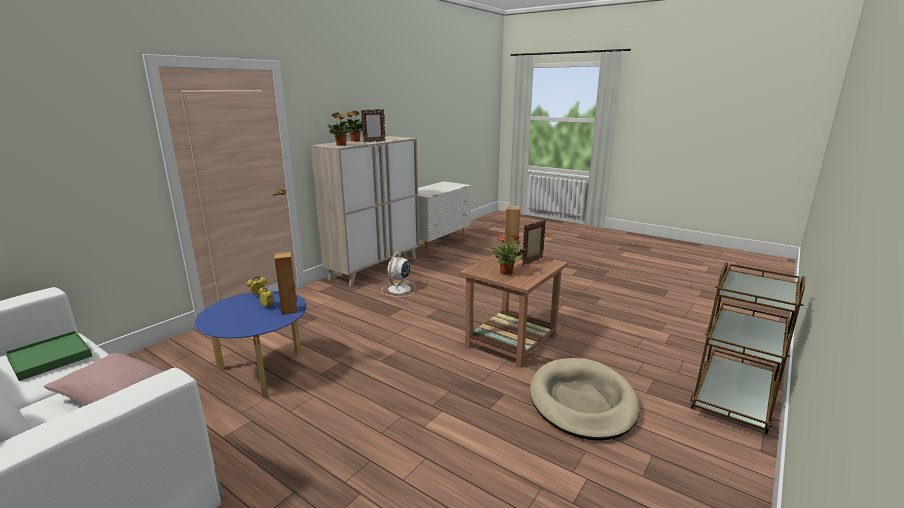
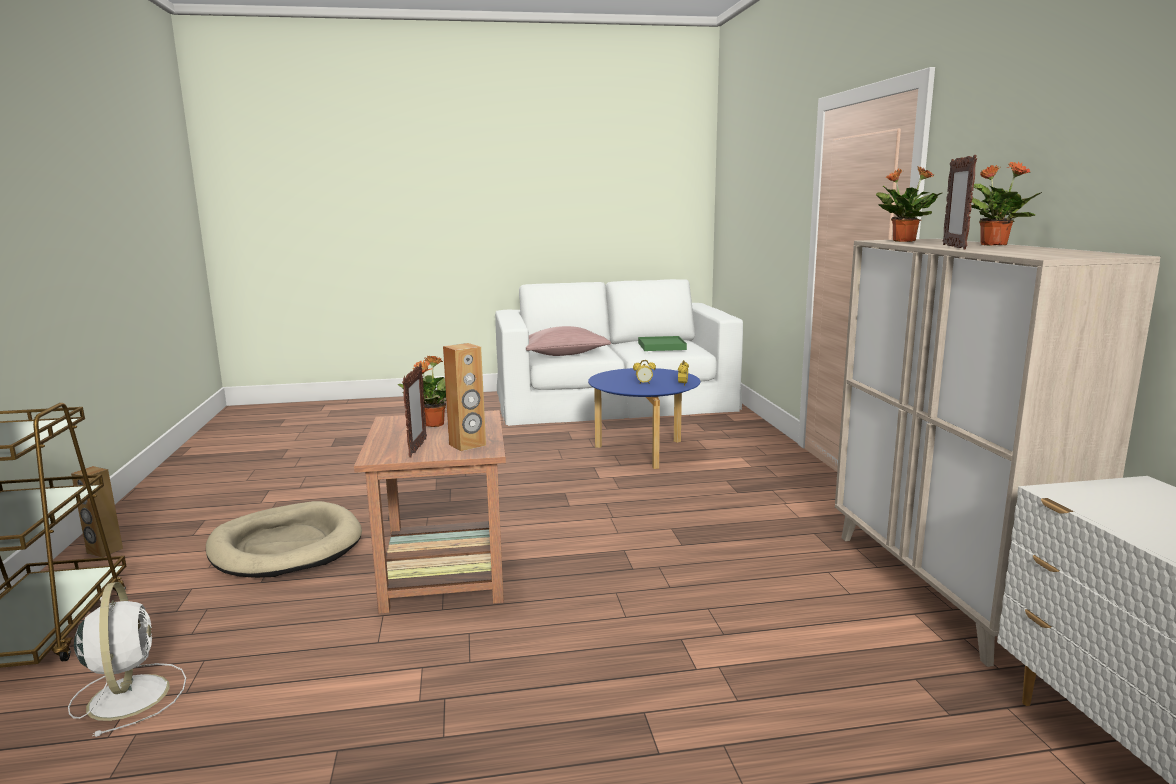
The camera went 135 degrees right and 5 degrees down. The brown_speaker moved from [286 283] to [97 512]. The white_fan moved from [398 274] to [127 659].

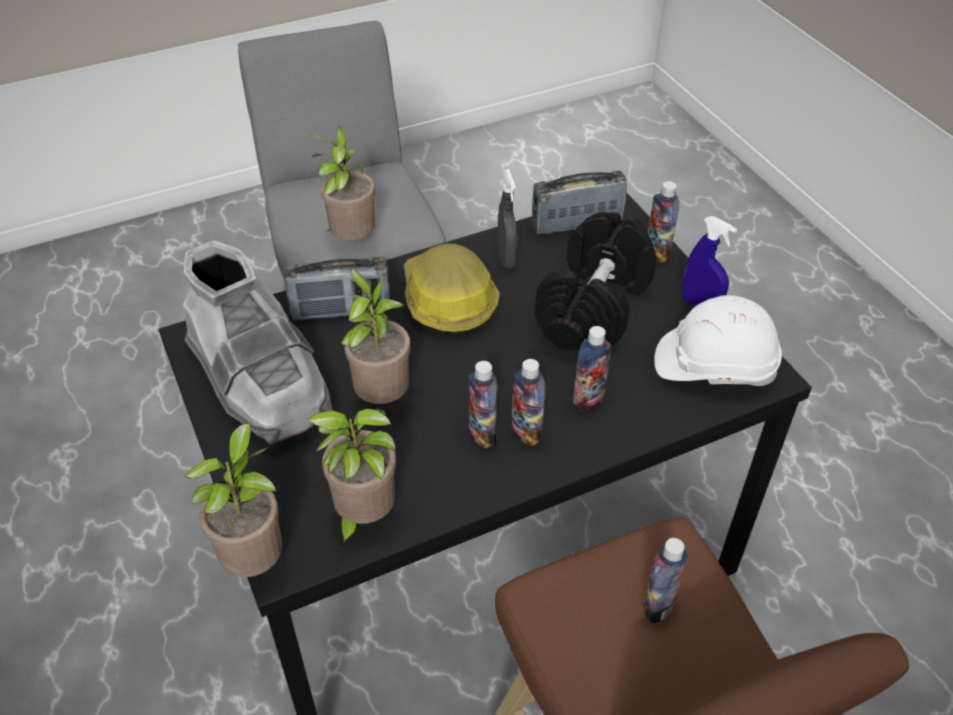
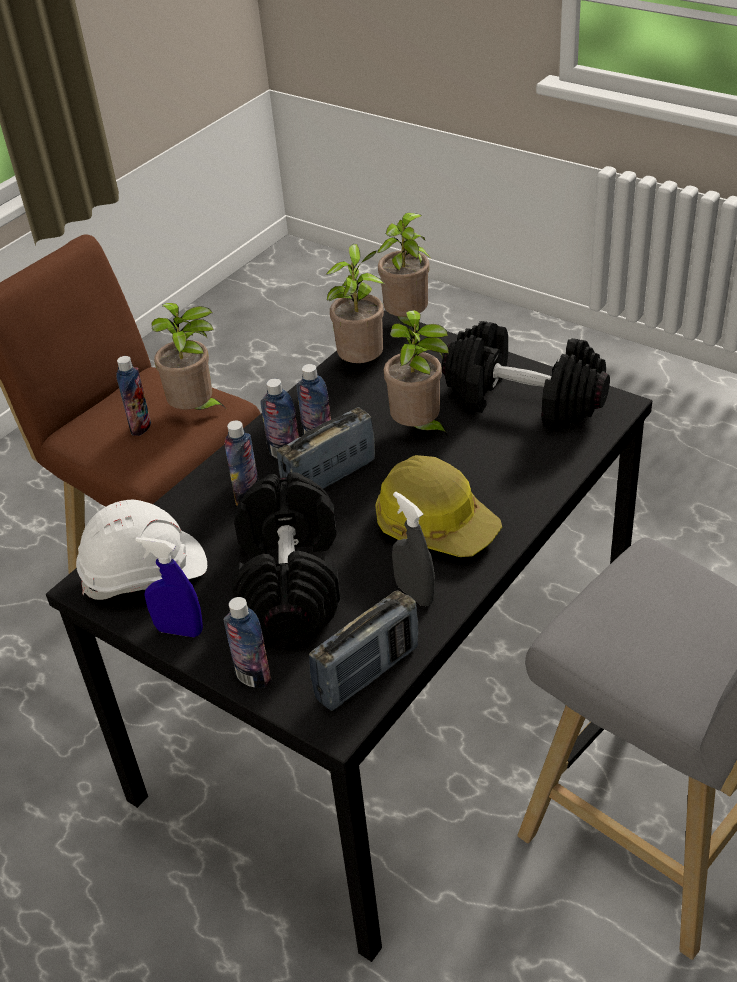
The camera went 155 degrees right and 5 degrees down. The radio moved from [337 288] to [326 448]. The potted_plant moved from [343 183] to [188 356]. The grey_boot at [257 342] was replaced by the black_dumbbell at [526 375].

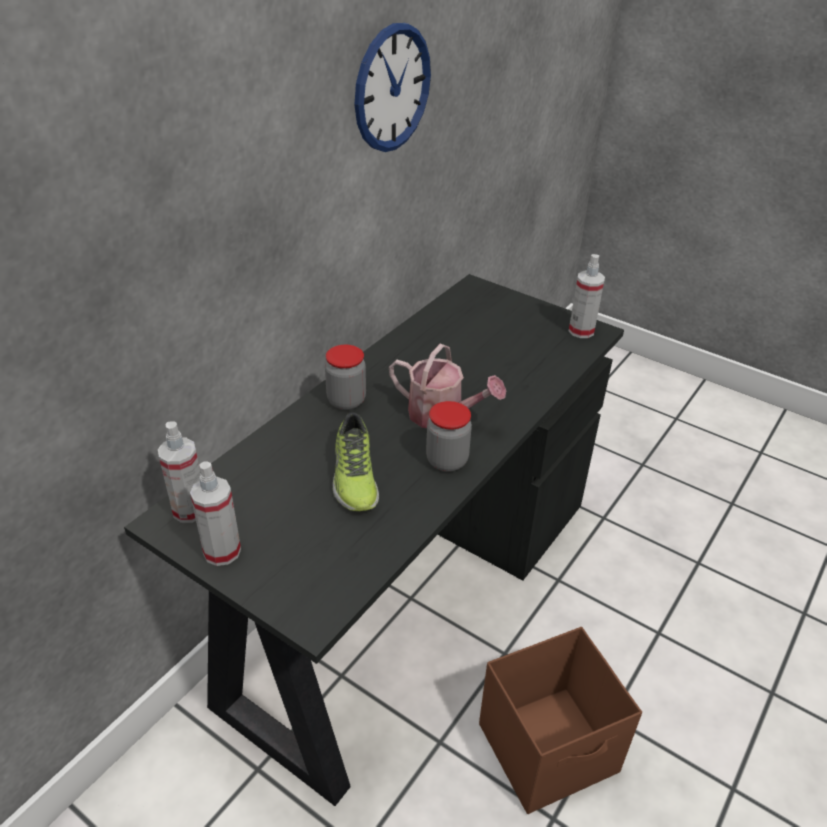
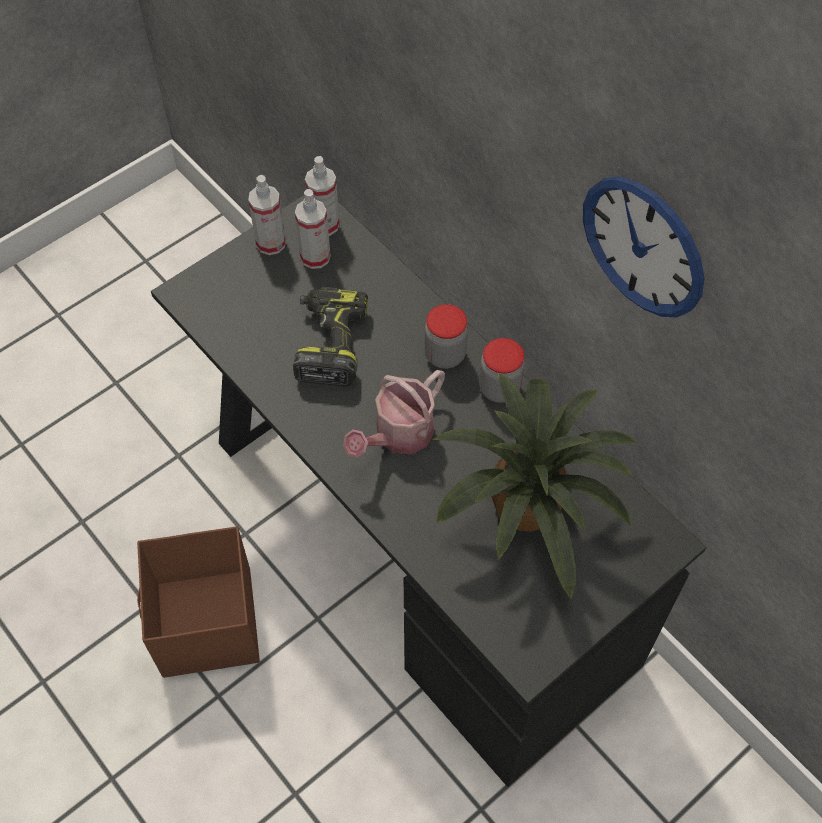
The camera went 105 degrees right and 20 degrees up. The potted_plant at [535 486] appeared. The jar moved from [449 436] to [502 370]. The spray_bottle moved from [587 296] to [313 229]. The shoe at [356 461] was replaced by the power_drill at [330 336].

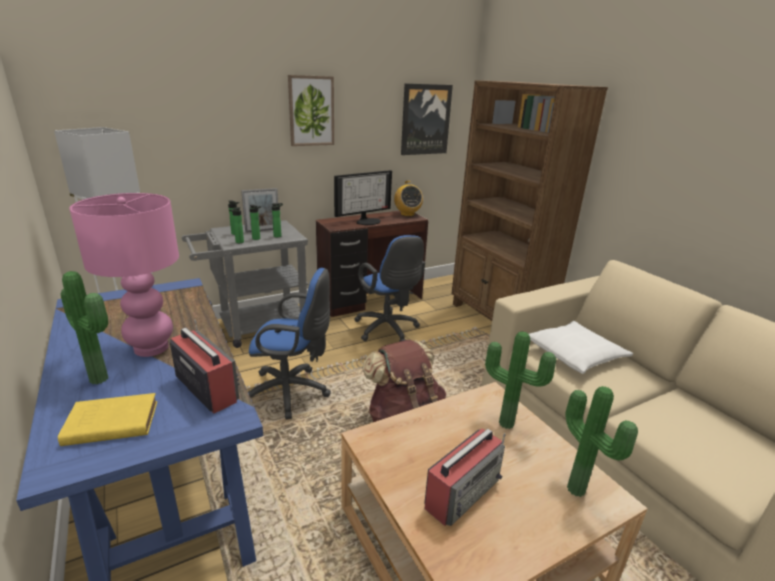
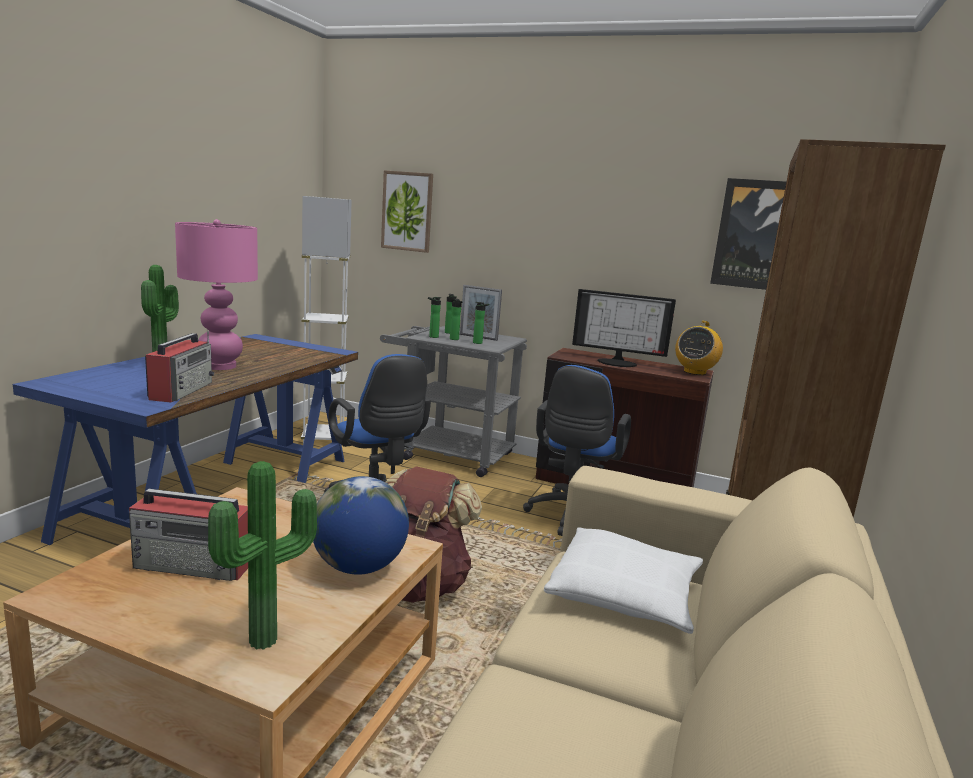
The camera went 50 degrees right and 10 degrees down. The yellow_book at [107 419] disappeared. The picture moved from [311 110] to [407 211]. The potted_plant at [520 380] was replaced by the globe at [361 525].

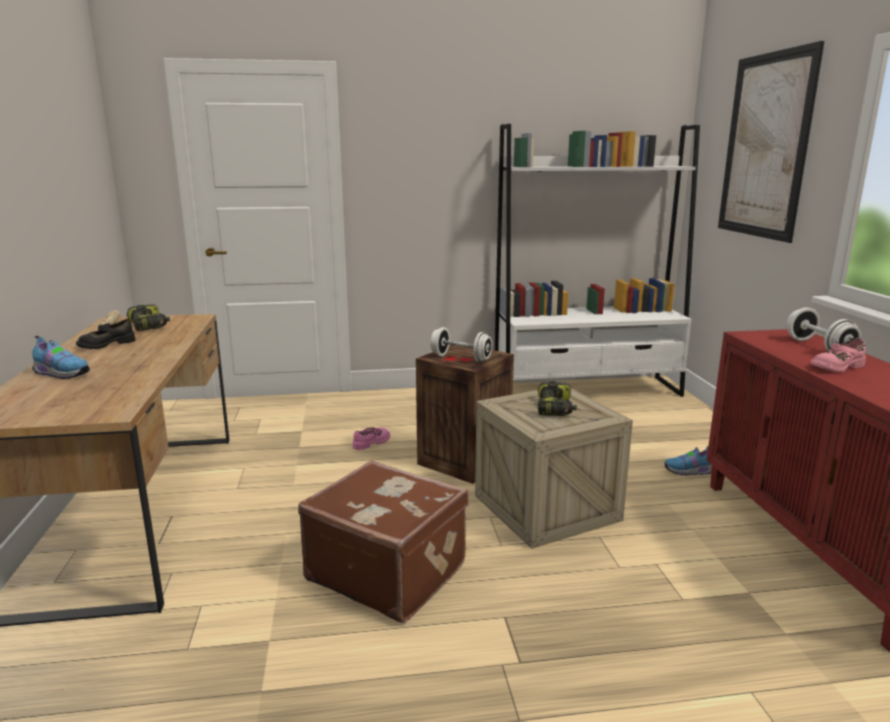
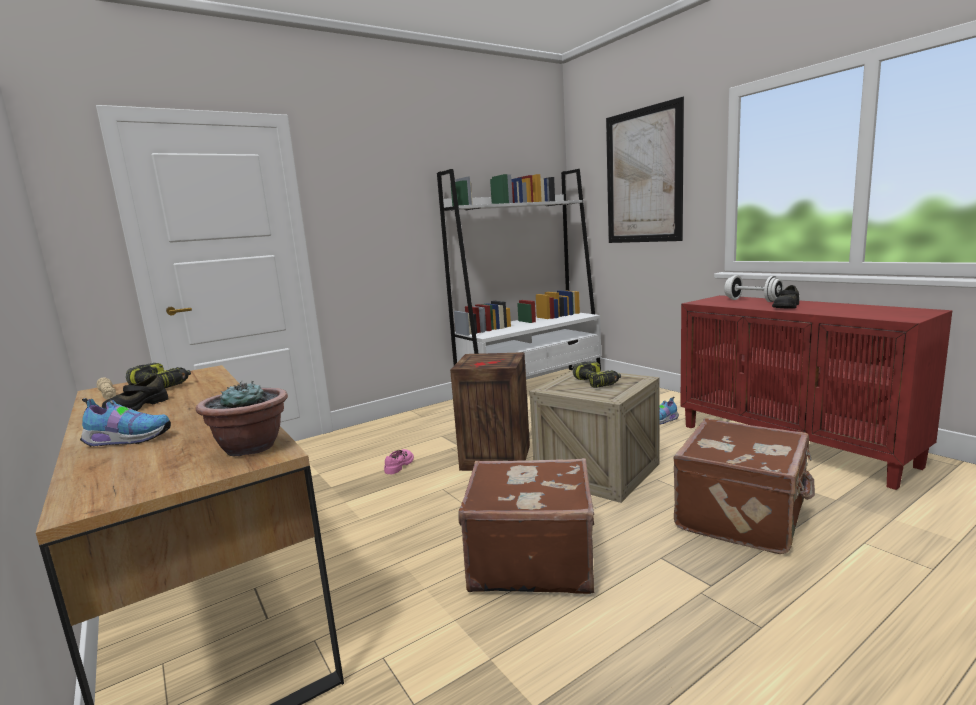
The camera went 25 degrees left and 5 degrees down. The white_dumbbell at [461 344] disappeared. The potted_plant at [242 418] appeared. The brown_suitcase at [744 486] appeared. The pink_shoe at [838 355] became the black_shoe at [785 297].

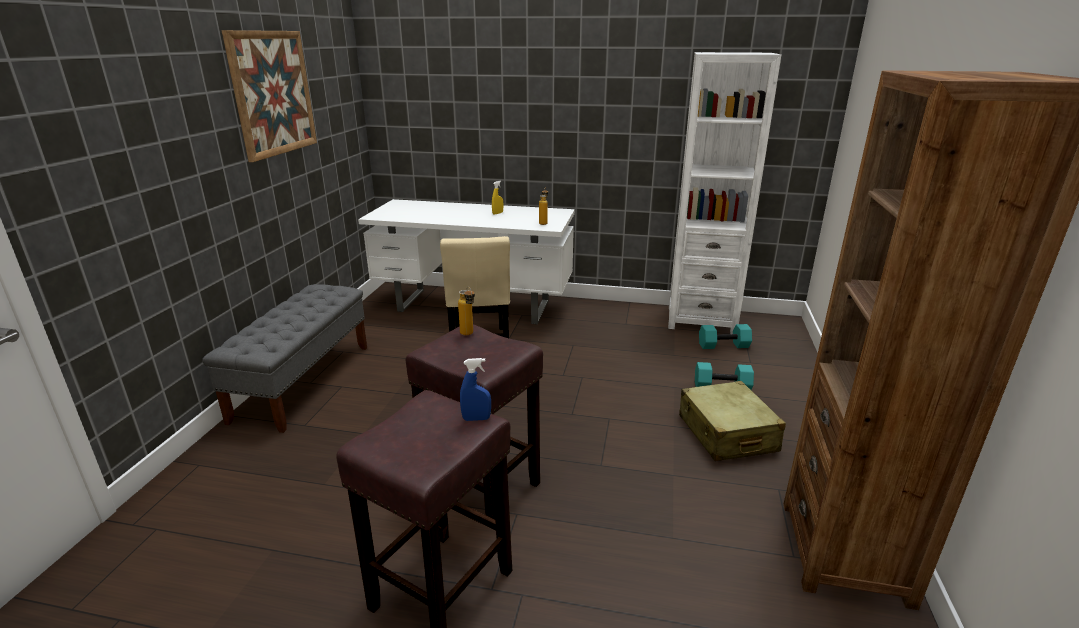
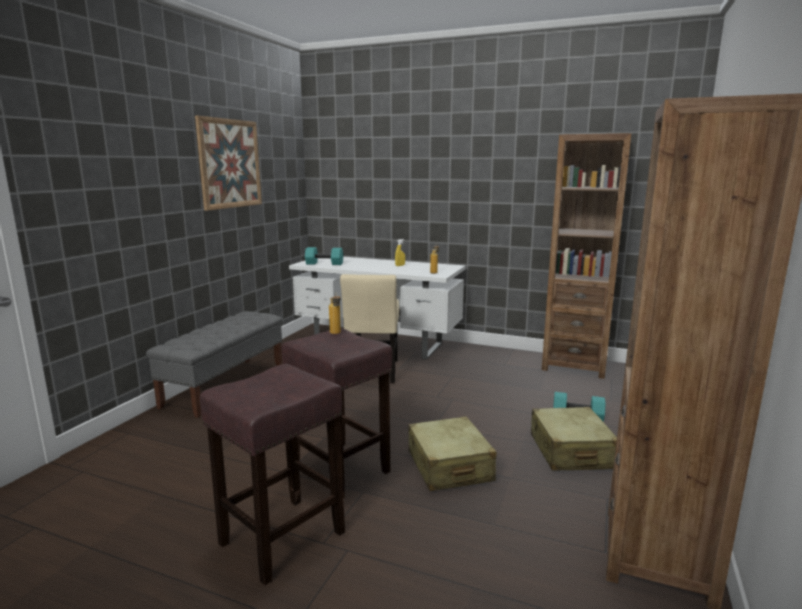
The camera went 10 degrees right and 10 degrees down. The blue_spray_bottle at [475 389] disappeared. The beige_suitcase at [452 453] appeared. The turquoise_dumbbell moved from [725 336] to [324 256]. The white_bookcase at [724 193] became the brown_bookcase at [586 256].

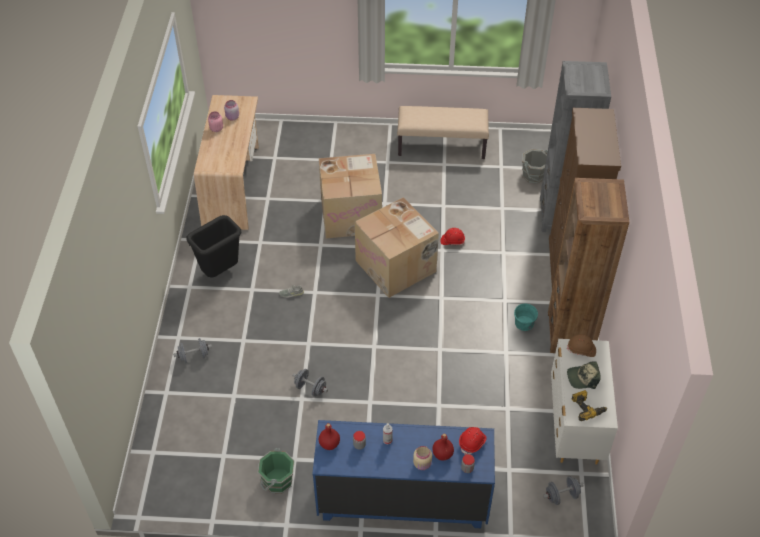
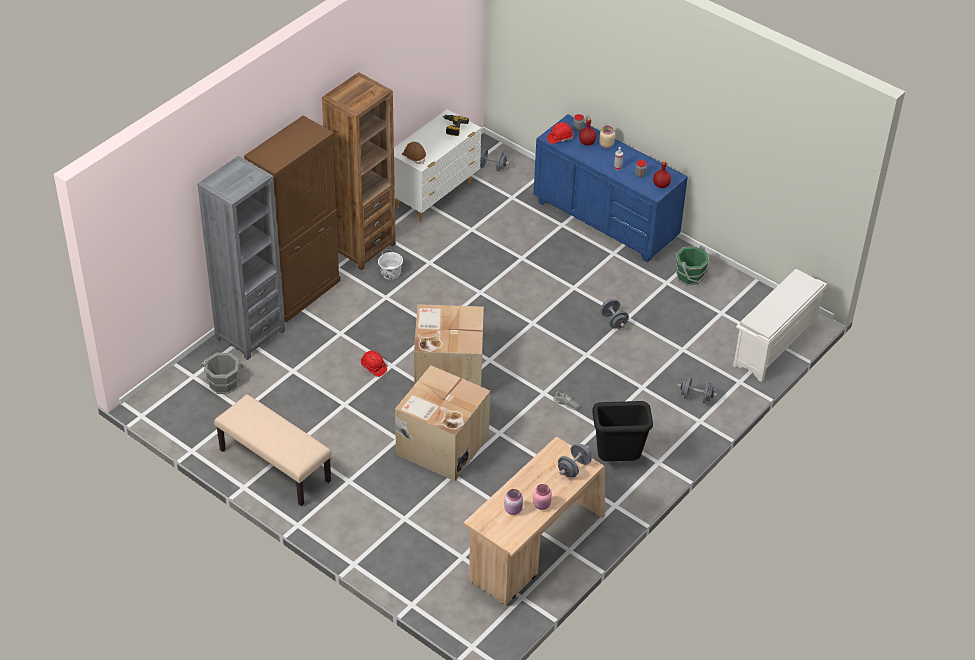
The camera went 145 degrees left and 5 degrees down. The cap at [584 375] disappeared. The grey_dumbbell at [575 460] appeared. The white_shoe_rack at [780 325] appeared. The turquoise_bucket at [526 317] became the white_bucket at [390 264].

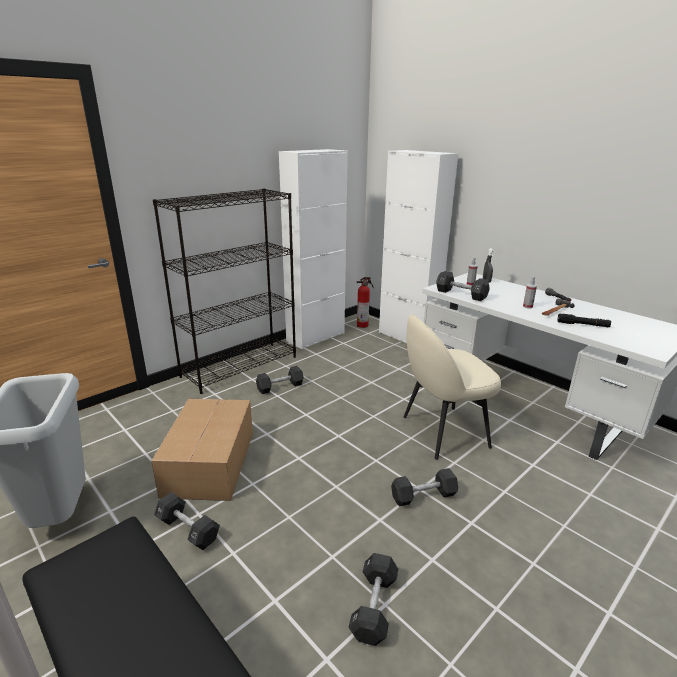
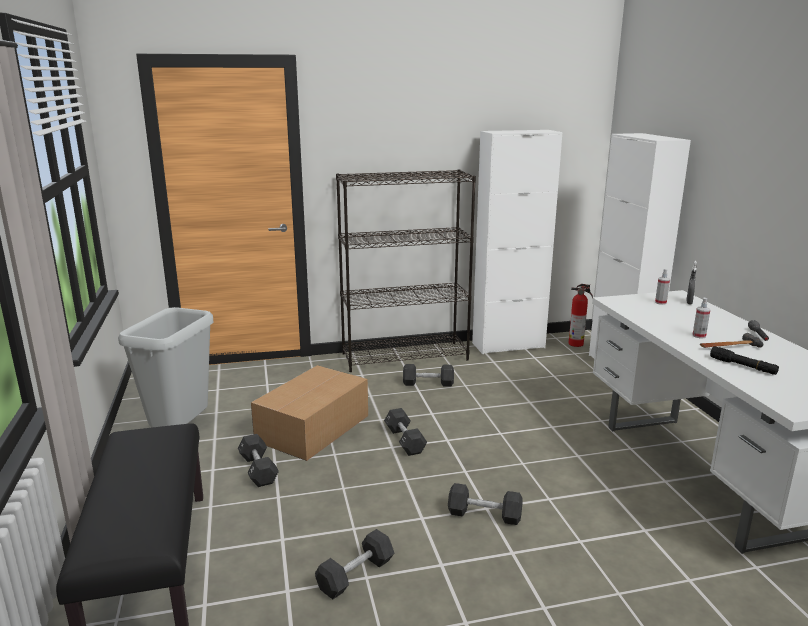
The camera went 30 degrees right and 5 degrees down. The beige_chair at [452 387] disappeared. The black_dumbbell moved from [463 286] to [405 432].

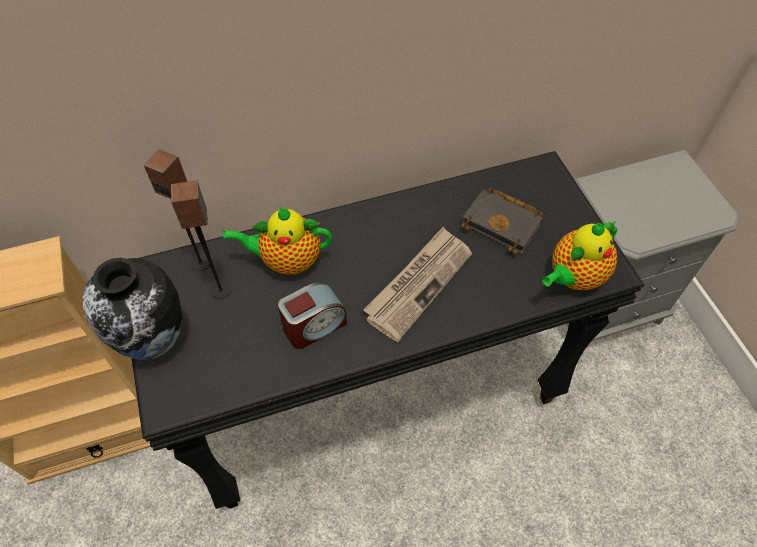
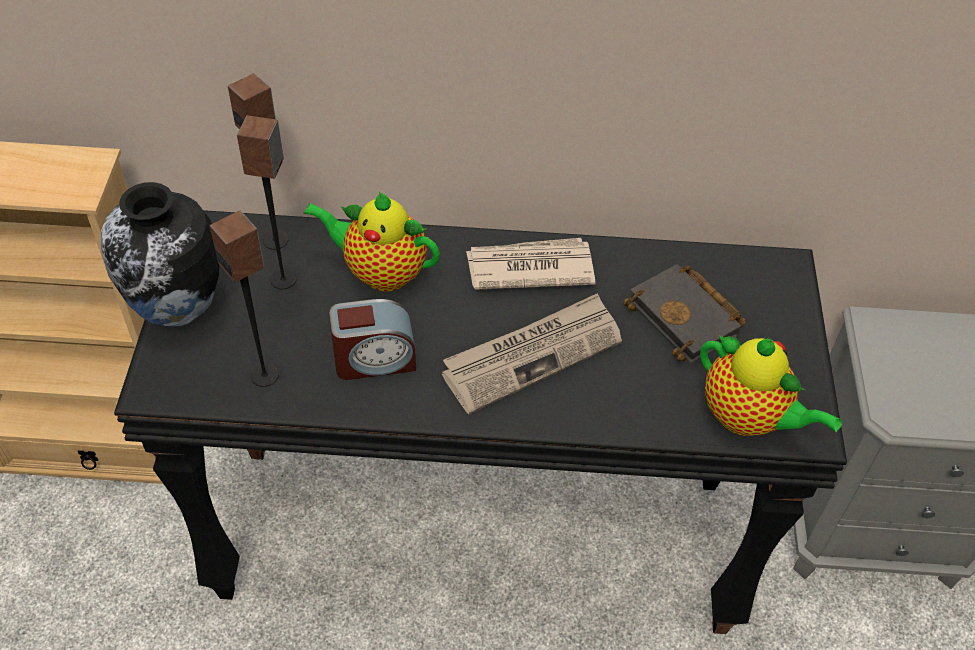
The camera went 20 degrees right and 5 degrees down. The speaker at [244 298] appeared. The newspaper at [530 264] appeared. The teapot at [579 256] turned 120 degrees counterclockwise.

